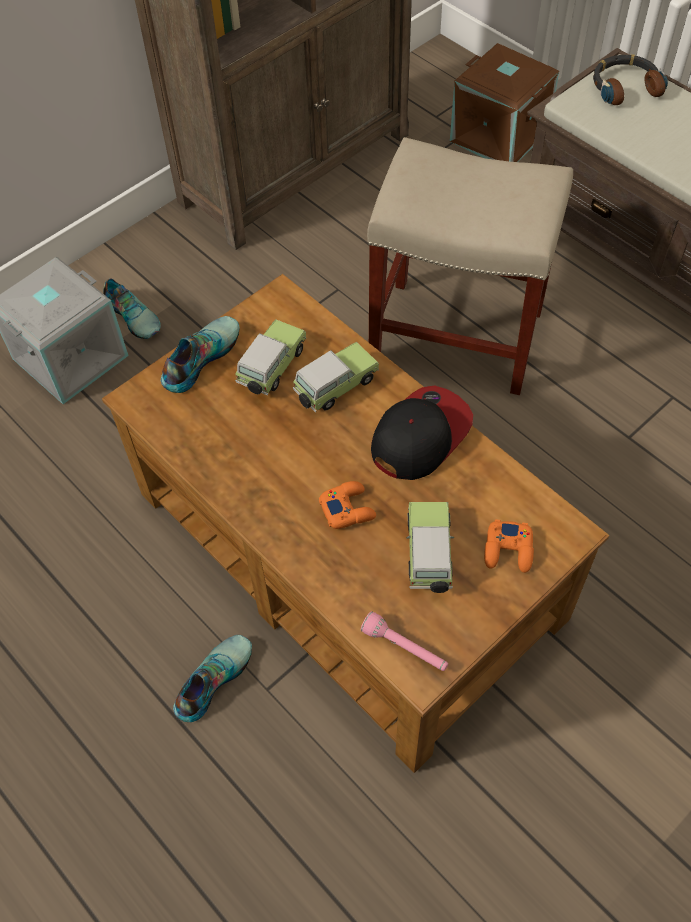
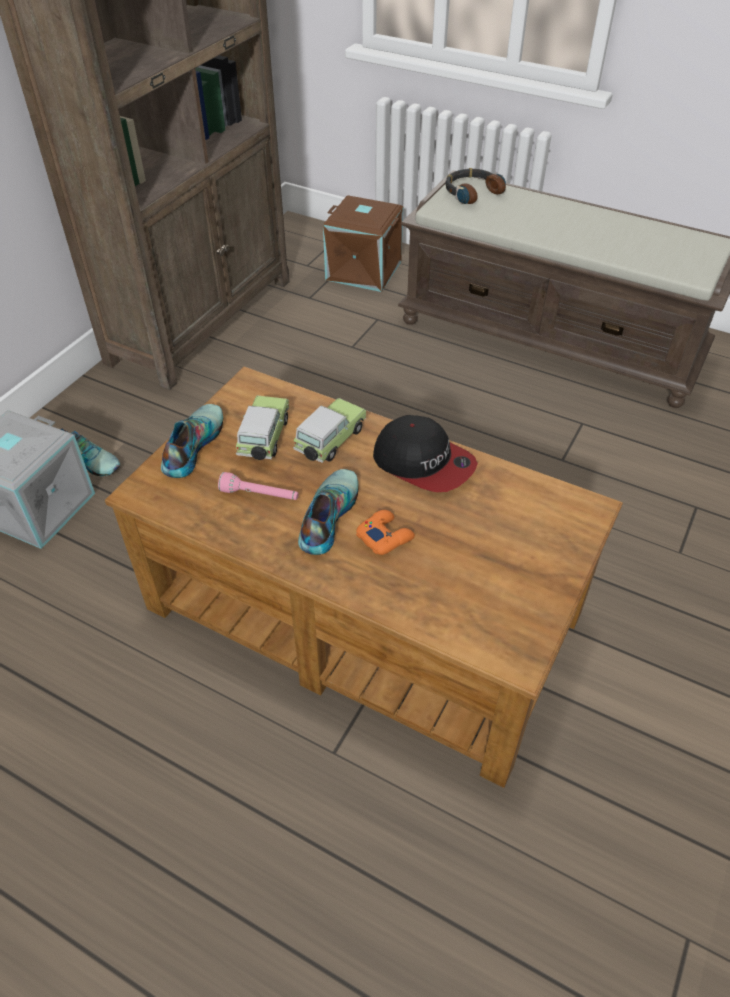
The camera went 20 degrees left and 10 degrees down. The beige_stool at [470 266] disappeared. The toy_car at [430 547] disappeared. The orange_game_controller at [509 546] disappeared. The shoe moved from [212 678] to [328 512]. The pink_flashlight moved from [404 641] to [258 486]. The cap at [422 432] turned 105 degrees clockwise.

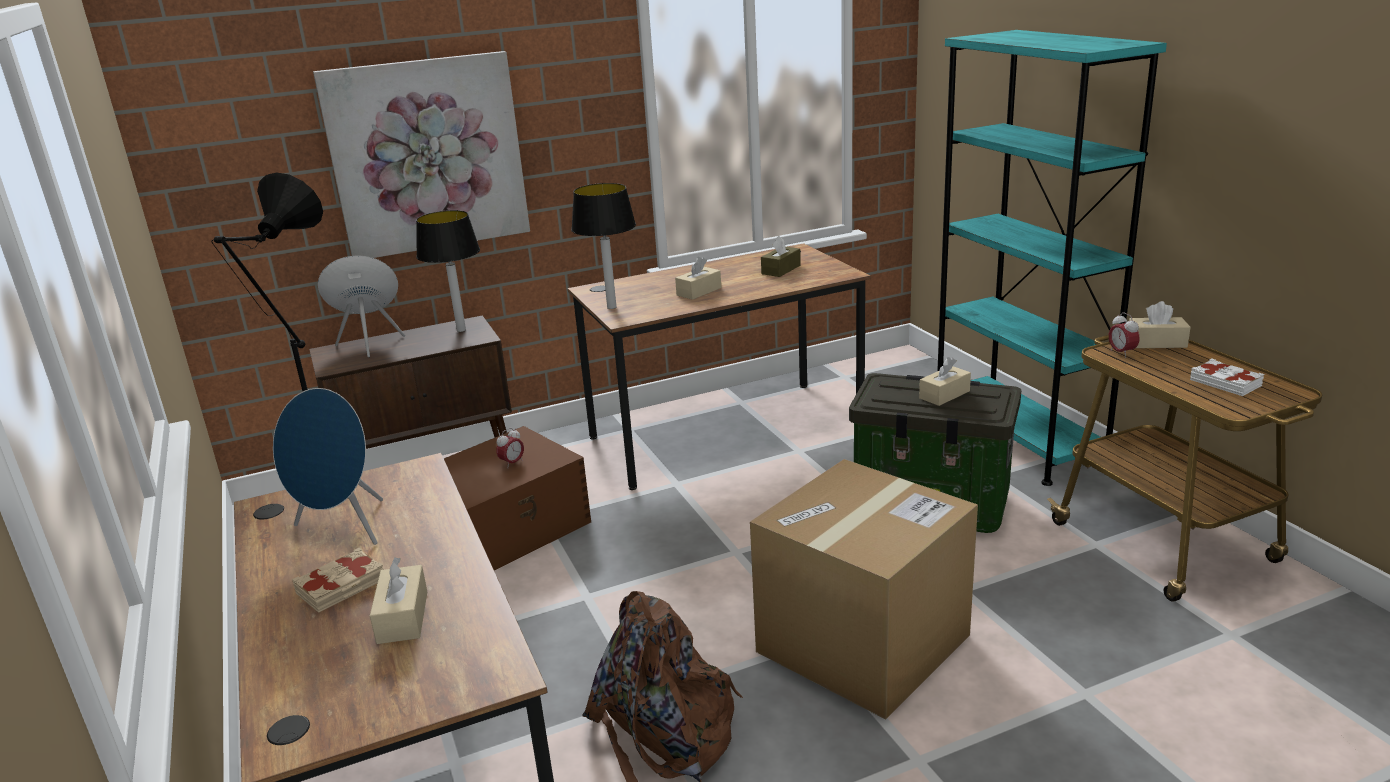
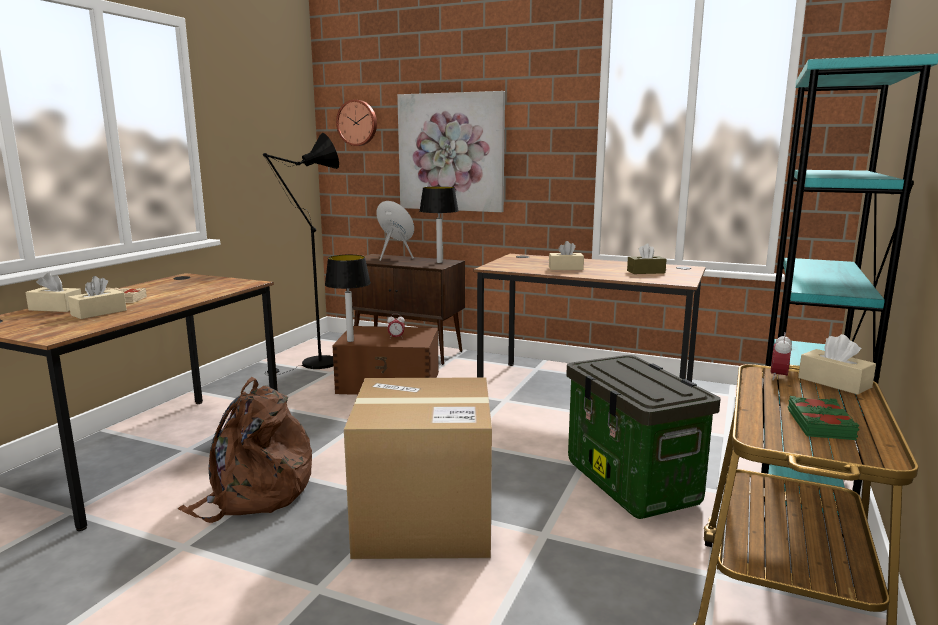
The camera went 45 degrees right and 10 degrees down. The blue_speaker at [328 466] disappeared. The wall_clock at [356 123] appeared. The table_lamp moved from [603 246] to [348 298]. The beige_tissue_box moved from [945 381] to [53 292]. The white_book at [1227 377] became the green_book at [823 418].

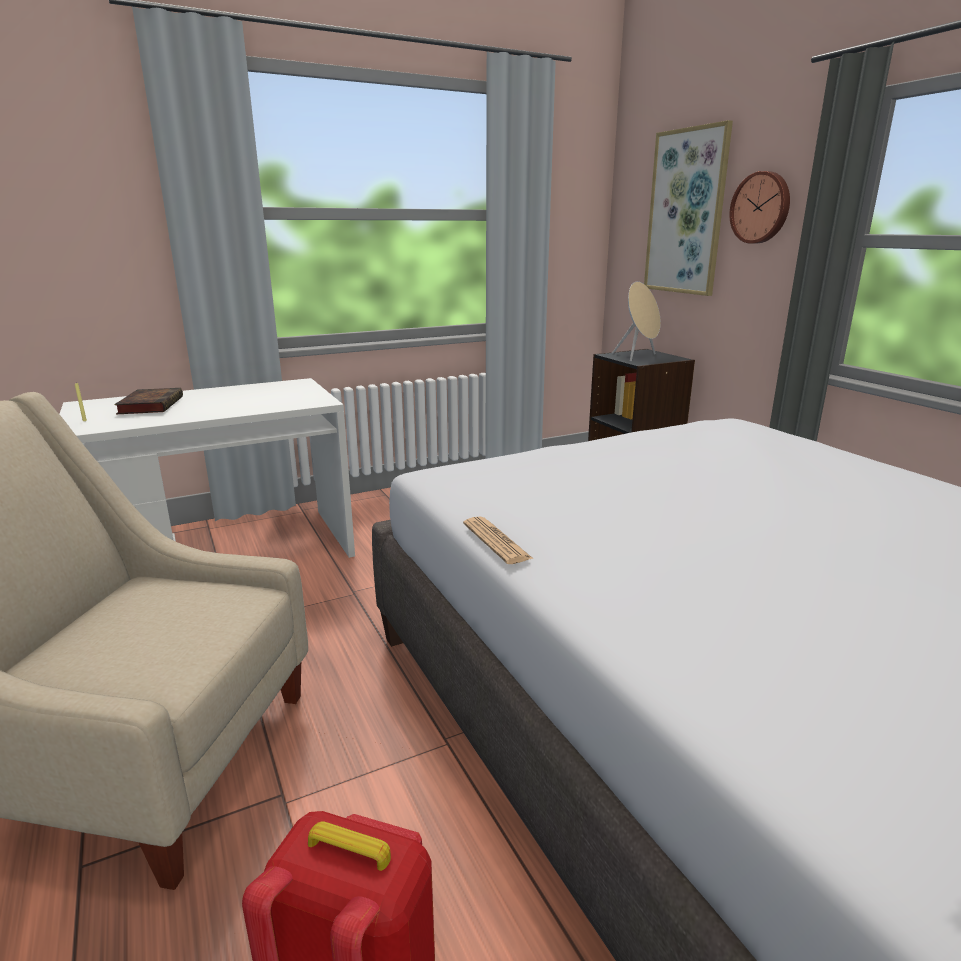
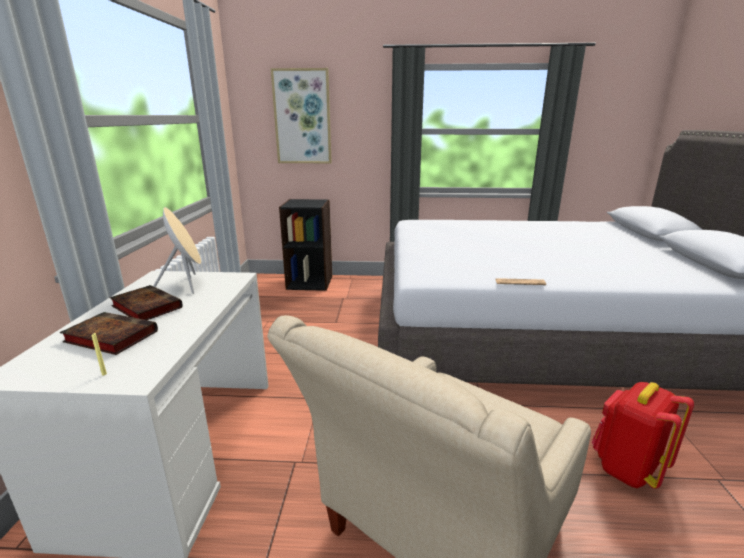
The camera went 60 degrees left and 0 degrees up. The wall_clock at [759 207] disappeared. The book at [146 302] appeared. The beige_speaker moved from [636 321] to [177 250].

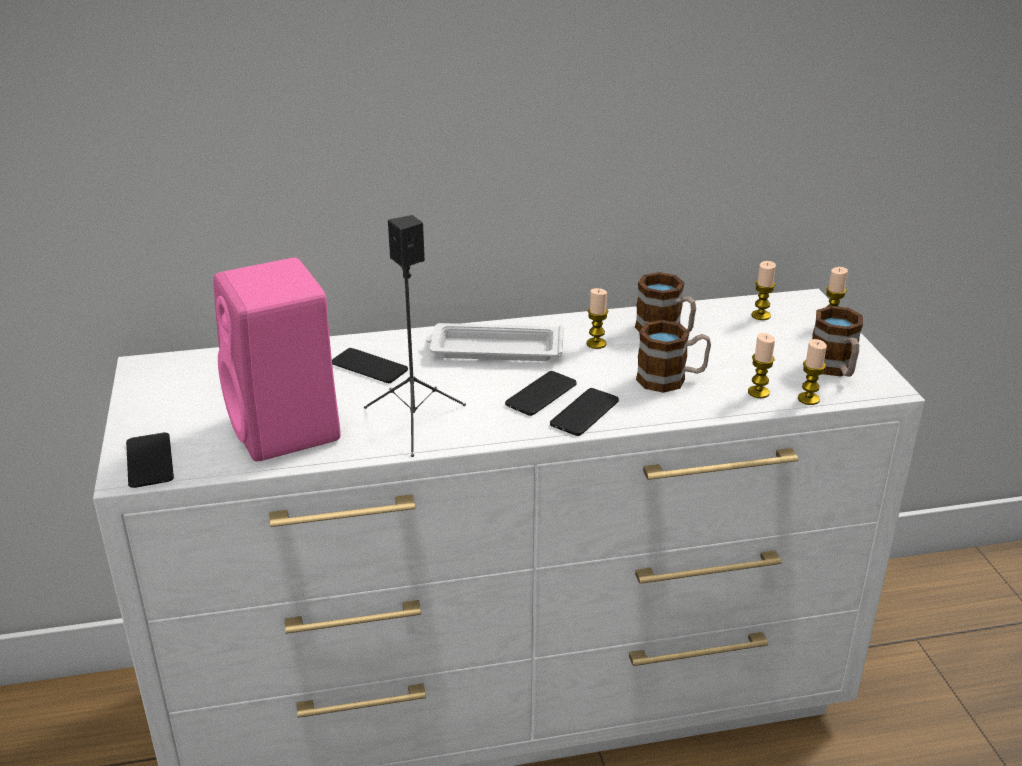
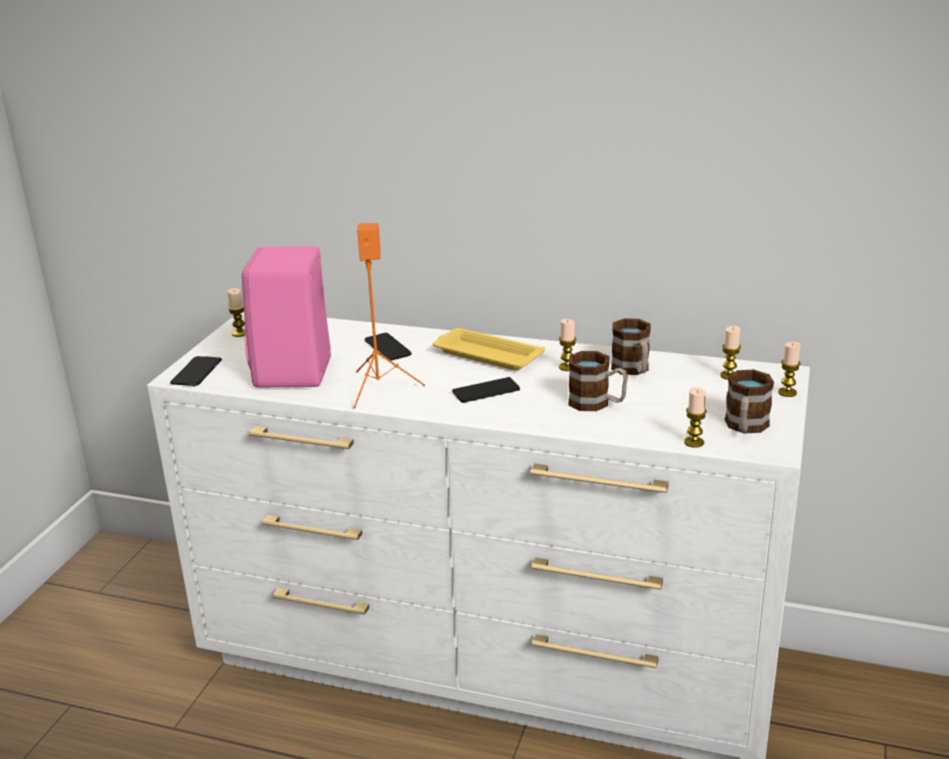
The camera went 30 degrees right and 5 degrees down. The phone at [584 412] disappeared. The candle moved from [761 365] to [236 312]. The black_speaker at [415 336] became the orange_speaker at [389 316]. The white_tray at [495 342] became the yellow_tray at [489 349].

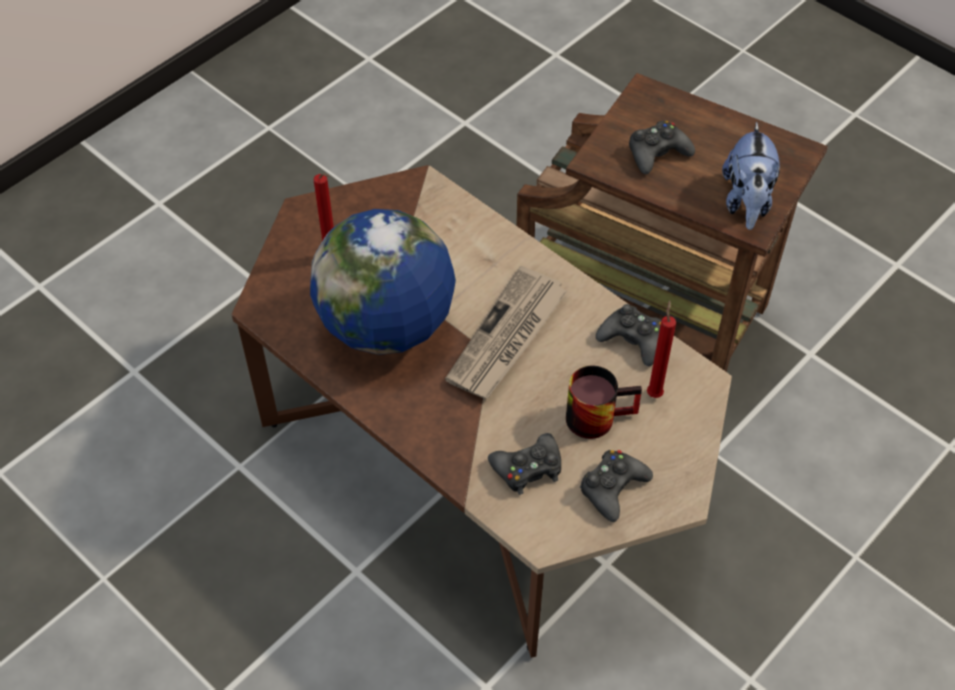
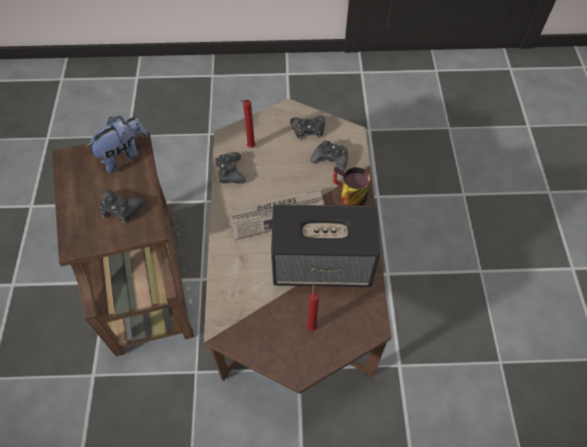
The camera went 135 degrees left and 5 degrees up. The mug moved from [604 402] to [352 186]. The globe at [383 282] was replaced by the speaker at [325 245].

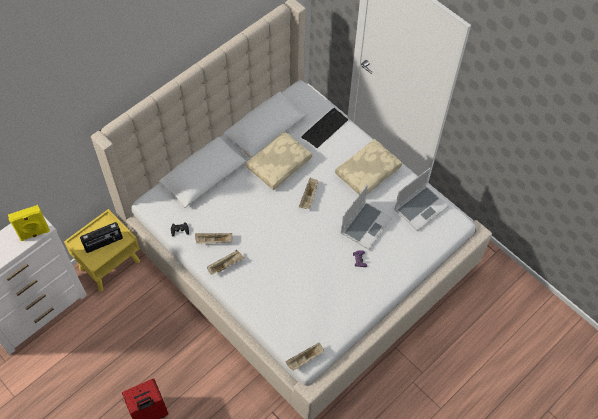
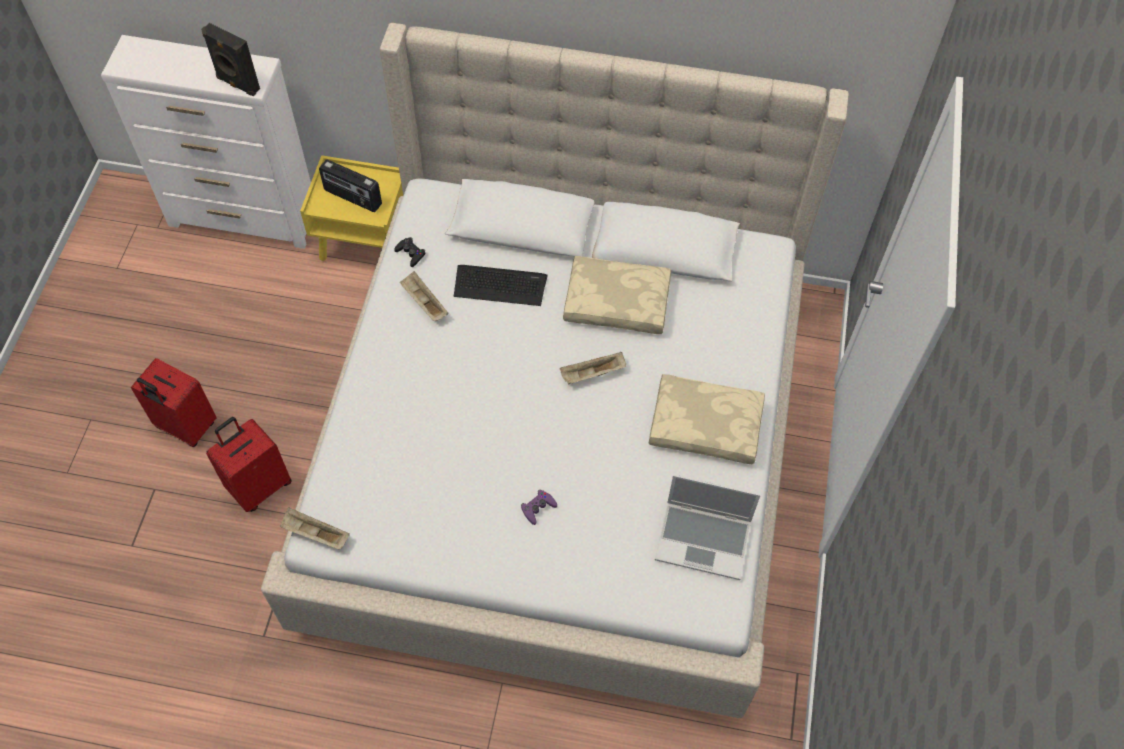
The camera went 55 degrees right and 0 degrees up. The beige_tray at [225 262] disappeared. The laptop at [366 217] disappeared. The red_suitcase at [249 464] appeared. The keyboard moved from [325 128] to [501 285]. The yellow_speaker at [29 223] became the black_speaker at [230 59].

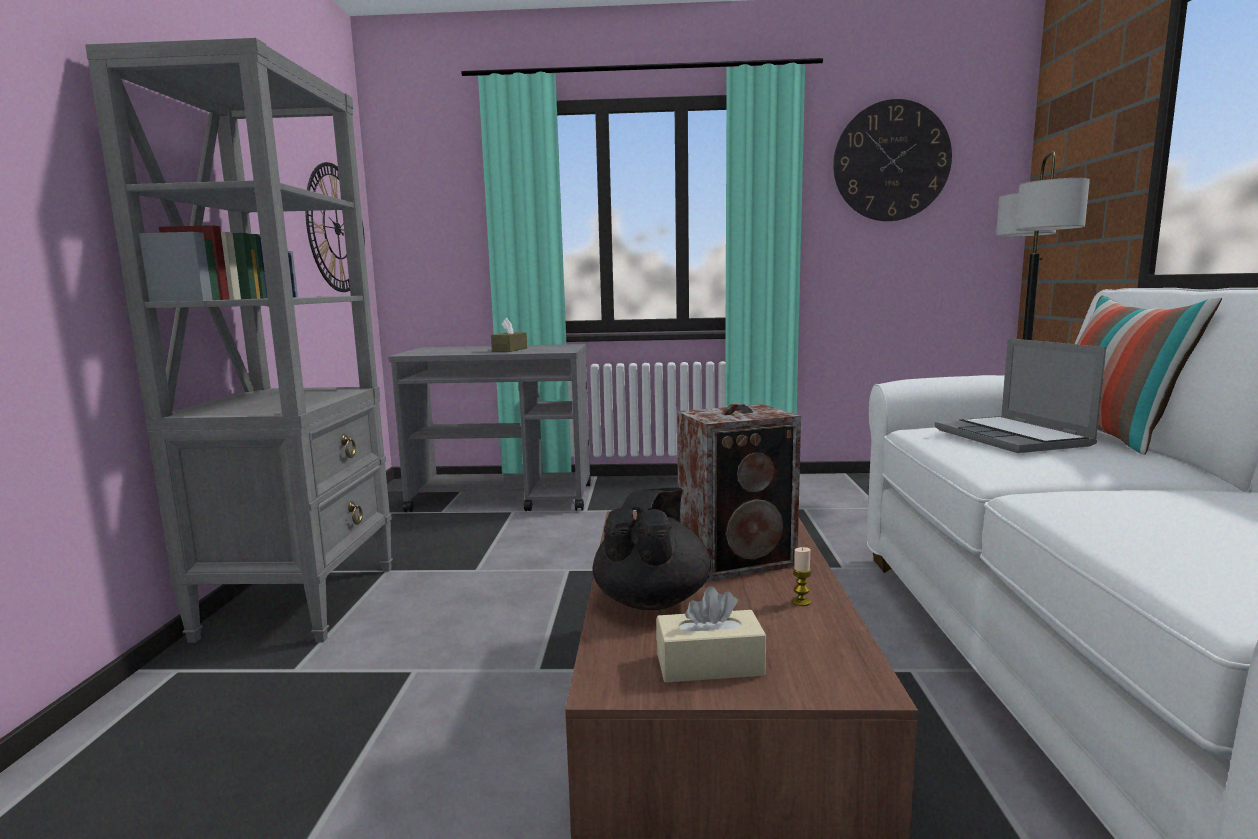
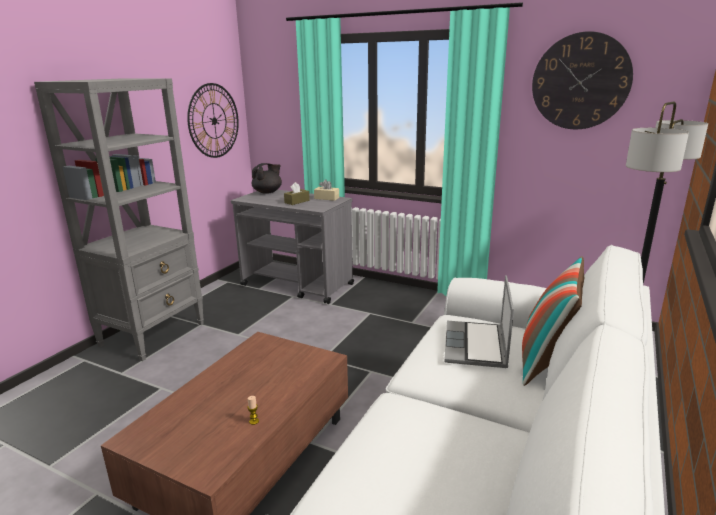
The camera went 25 degrees right and 10 degrees up. The speaker at [739 492] disappeared. The black_teapot moved from [652 549] to [267 178]. The beige_tissue_box moved from [711 634] to [326 190].

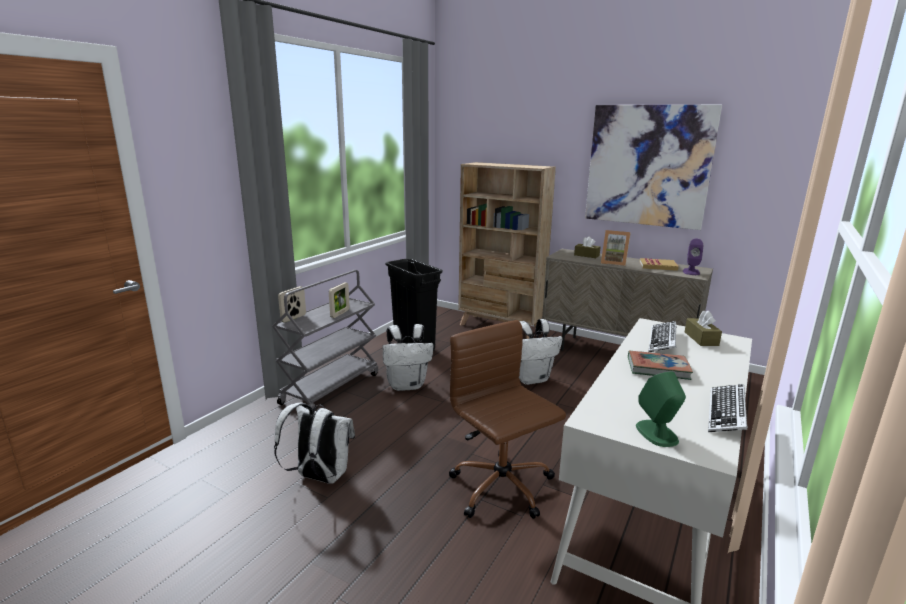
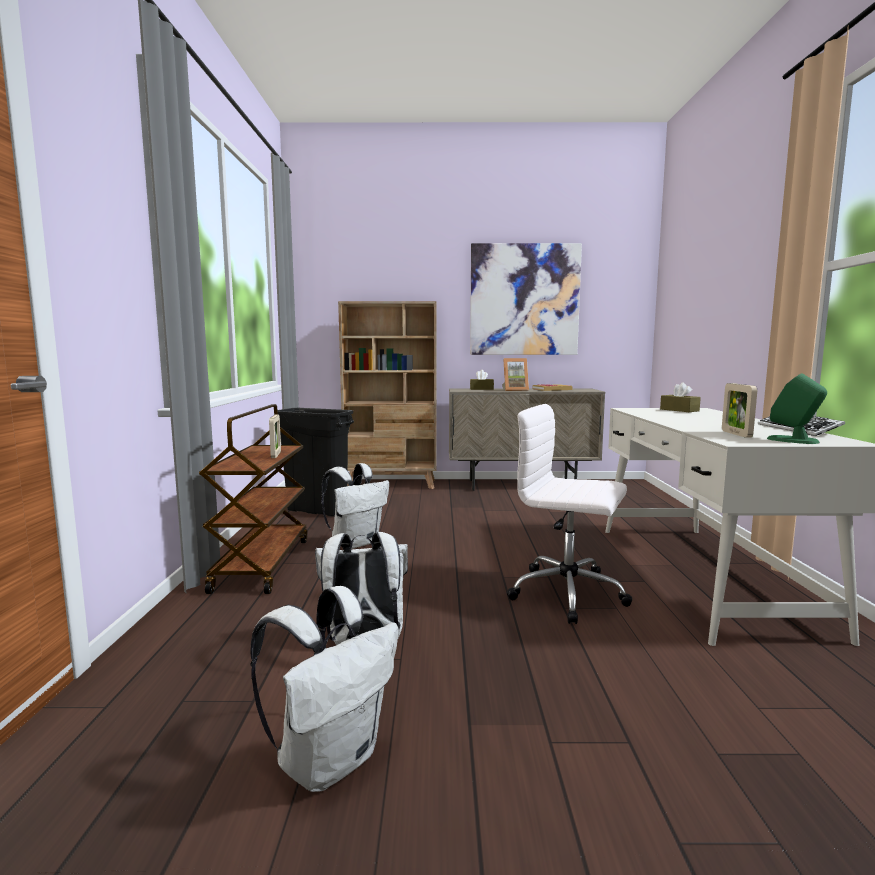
The camera went 30 degrees left and 10 degrees down. The book at [660 365] disappeared. The keyboard at [662 336] disappeared. The purple_speaker at [693 257] disappeared. The picture_frame moved from [292 304] to [739 410]. The white_backpack moved from [540 352] to [324 689]. The grey_cart at [325 339] became the brown_cart at [253 499]. The brown_office_chair at [507 419] became the white_office_chair at [569 514].

